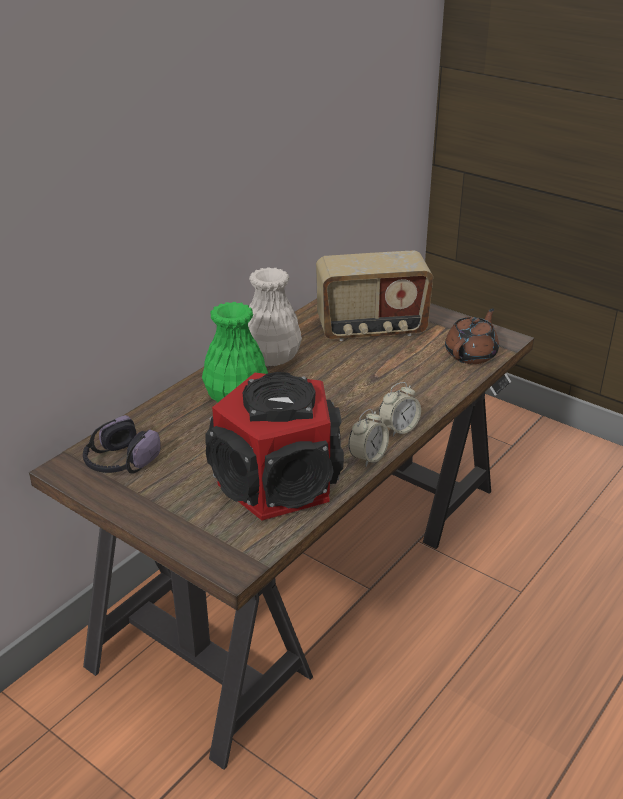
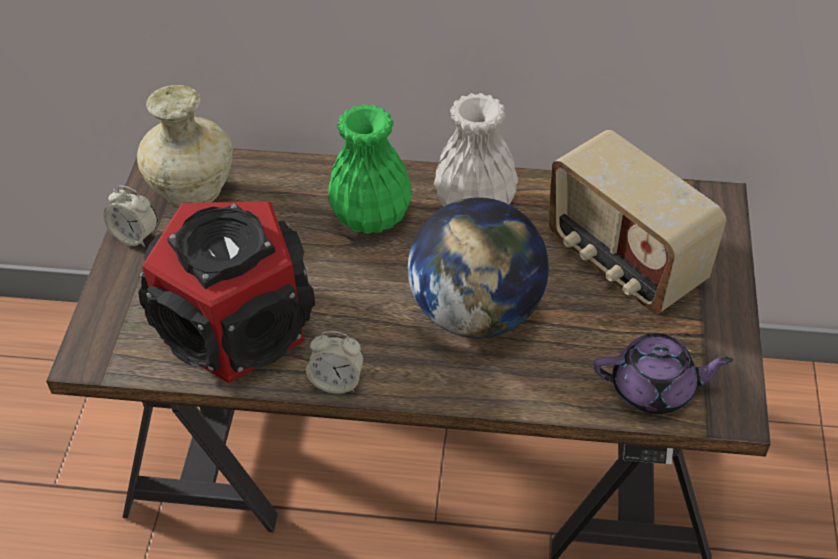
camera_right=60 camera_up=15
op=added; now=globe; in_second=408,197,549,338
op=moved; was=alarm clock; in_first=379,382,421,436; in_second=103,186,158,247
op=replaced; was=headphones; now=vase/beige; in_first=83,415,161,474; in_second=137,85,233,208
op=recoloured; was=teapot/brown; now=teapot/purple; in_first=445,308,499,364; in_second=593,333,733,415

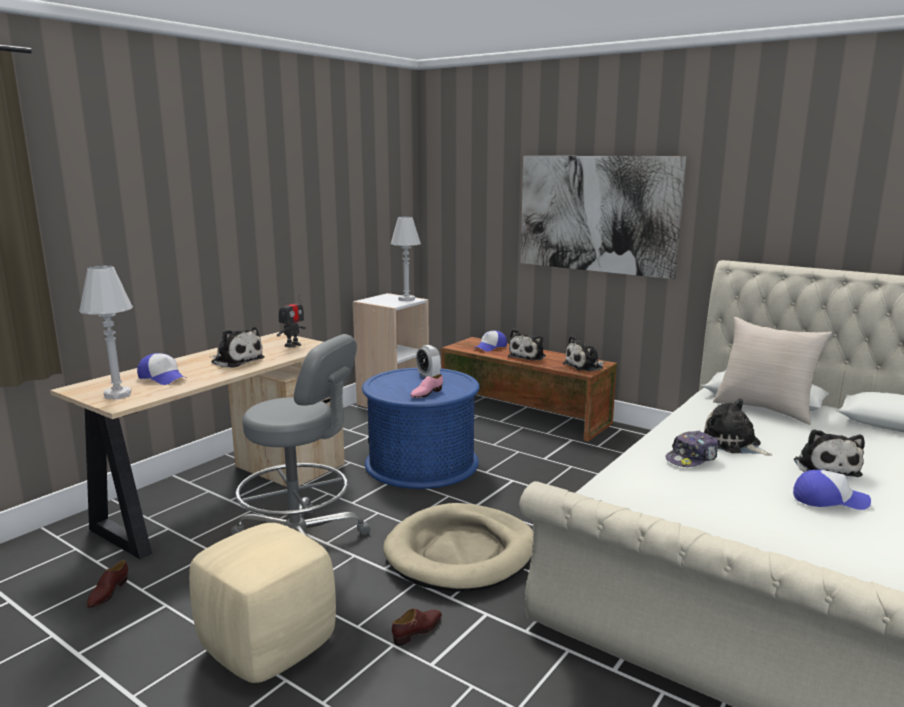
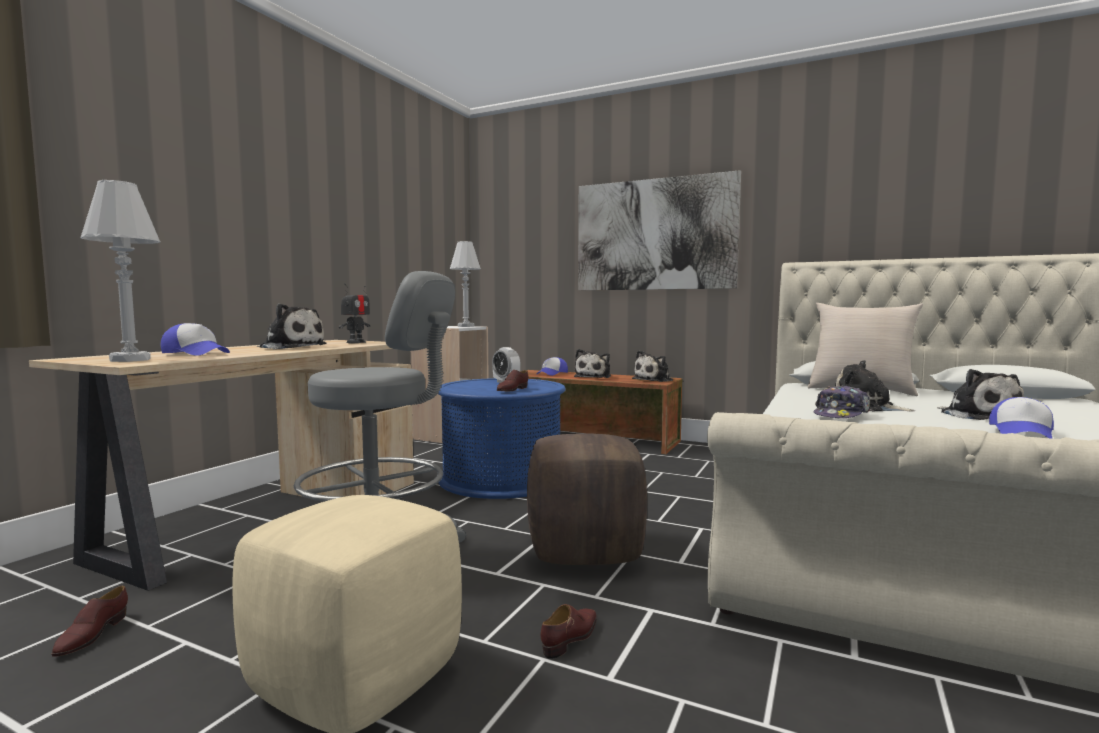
camera_right=-10 camera_up=-10
op=replaced; was=dog bed/beige; now=ottoman/brown; in_first=383,503,533,592; in_second=527,433,647,565
op=recoloured; was=shoe/pink; now=shoe/brown; in_first=411,374,443,398; in_second=497,370,529,391
op=turned; was=cap; in_first=793,470,871,510; in_second=989,397,1054,439; clockwise=120

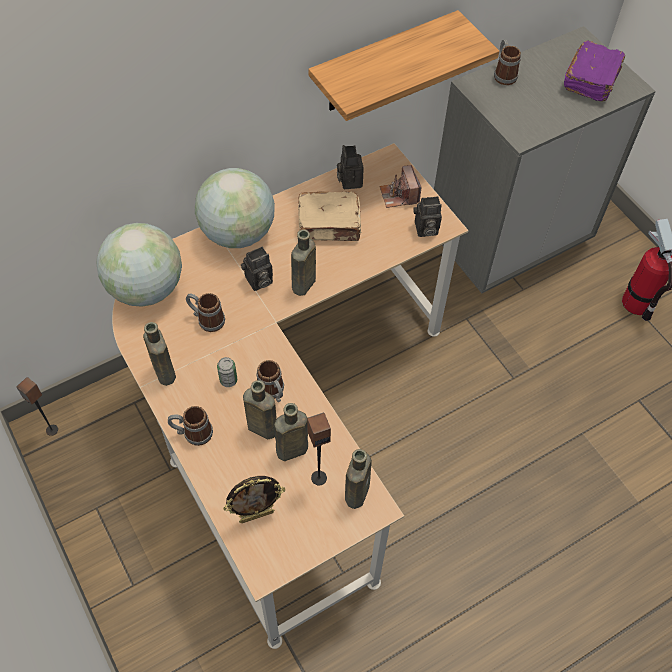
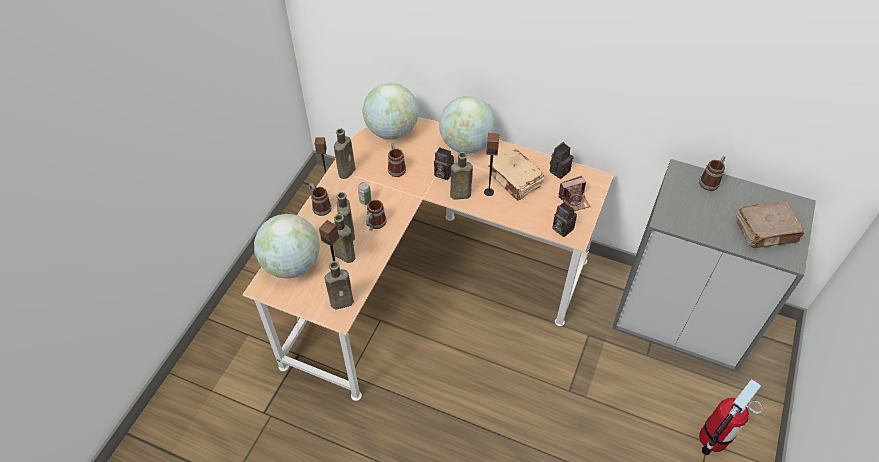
camera_right=55 camera_up=-5
op=removed; was=shelf; in_first=309,10,499,121
op=added; now=speaker; in_second=484,133,499,196
op=replaced; was=picture frame; now=globe; in_first=223,476,285,523; in_second=254,214,320,279
op=recoloured; was=book/purple; now=book/brown; in_first=564,41,625,101; in_second=736,201,804,248
op=turned; was=photo camera; in_first=380,165,421,208; in_second=559,176,591,211; clockwise=-150

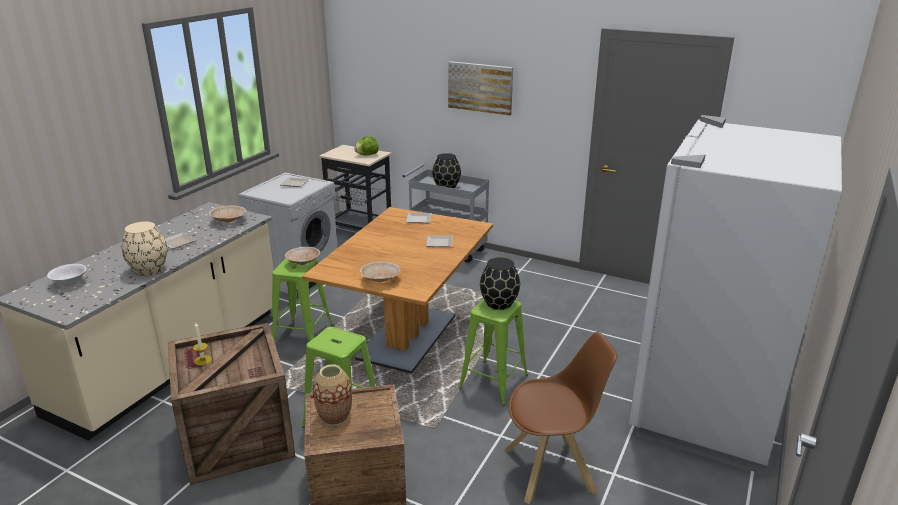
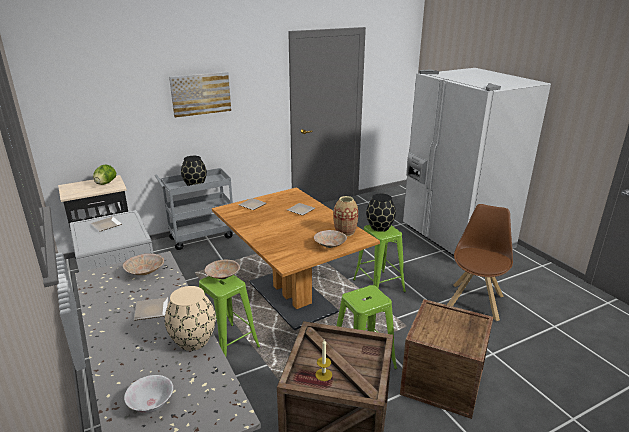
camera_right=-55 camera_up=0
op=moved; was=vase; in_first=313,364,352,425; in_second=333,196,358,236

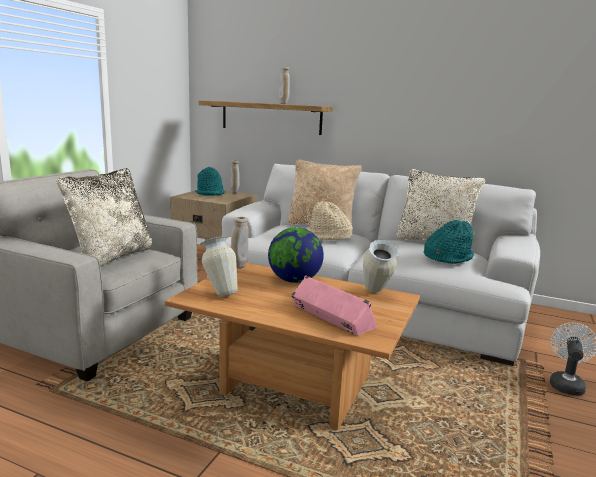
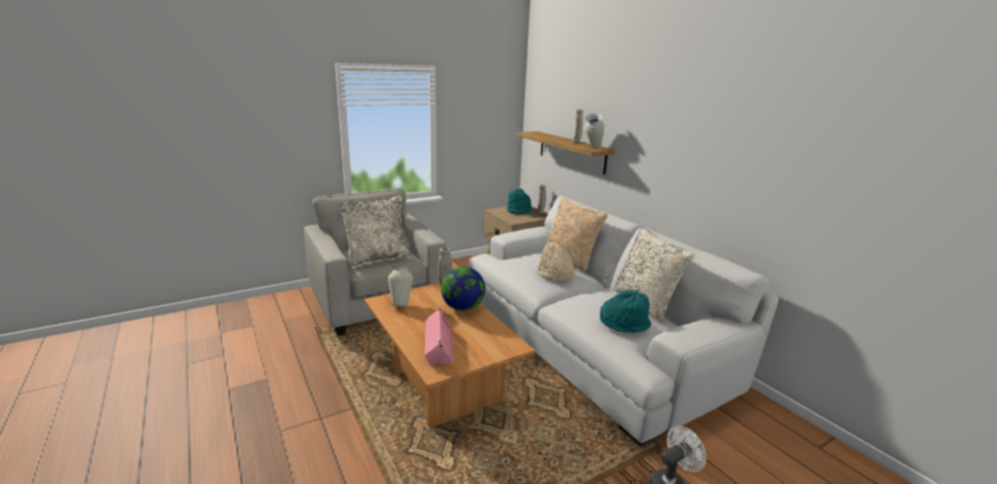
camera_right=35 camera_up=5
op=moved; was=vase; in_first=363,240,398,293; in_second=584,113,605,148

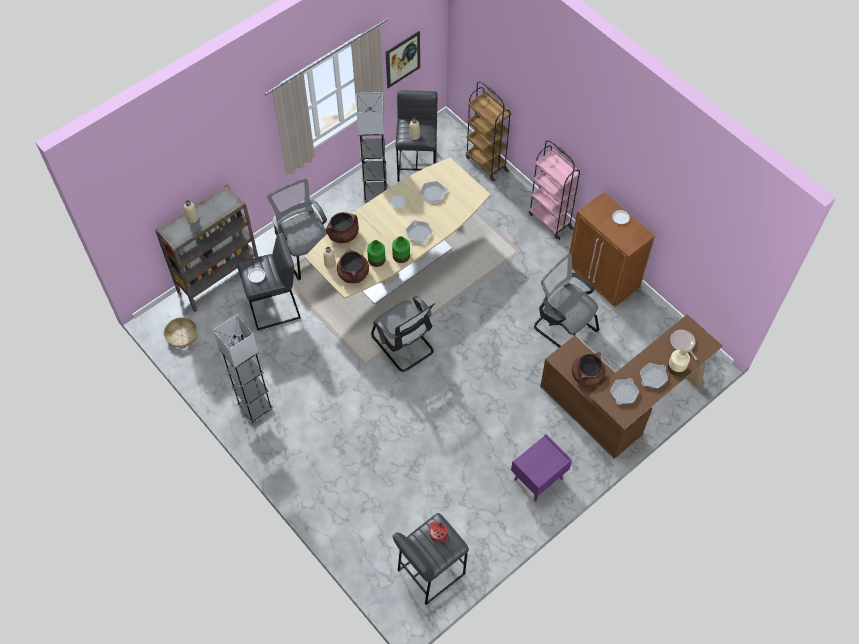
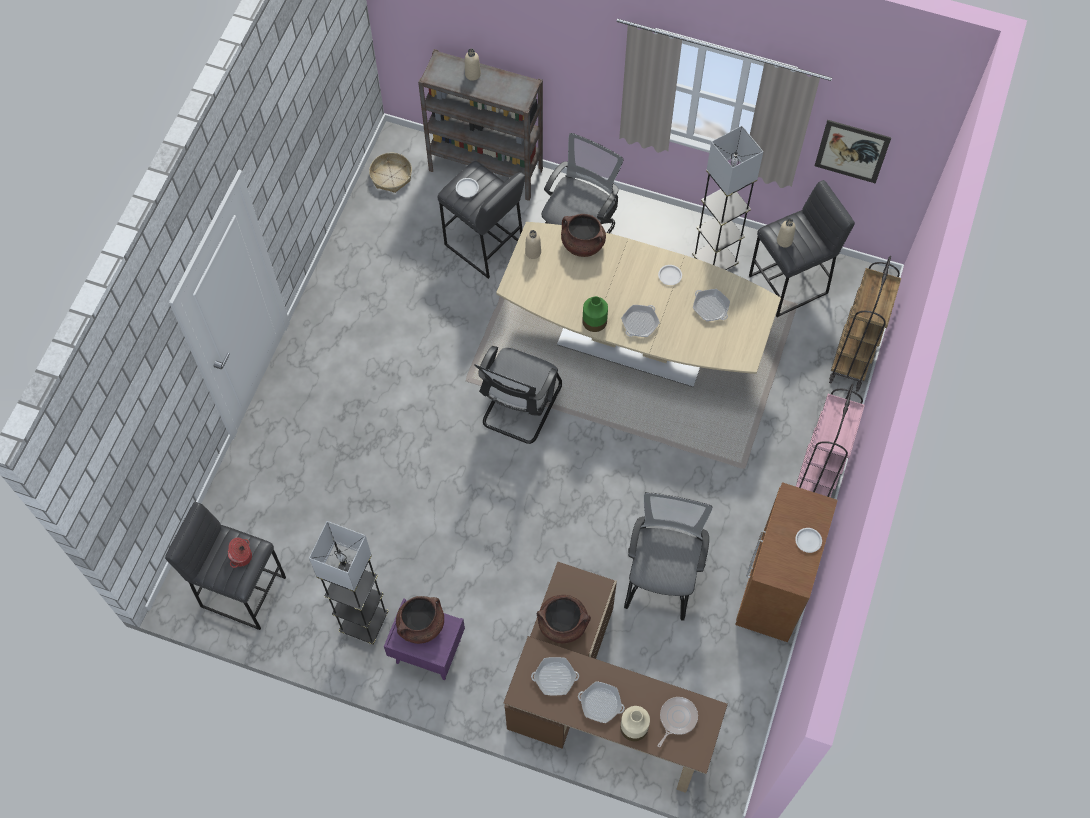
camera_right=60 camera_up=5
op=removed; was=vase/green; in_first=367,240,386,267
op=moved; was=floor lamp/grey; in_first=213,314,273,423; in_second=309,521,388,645
op=moved; was=cooking pot/brown; in_first=337,249,369,283; in_second=396,596,444,644

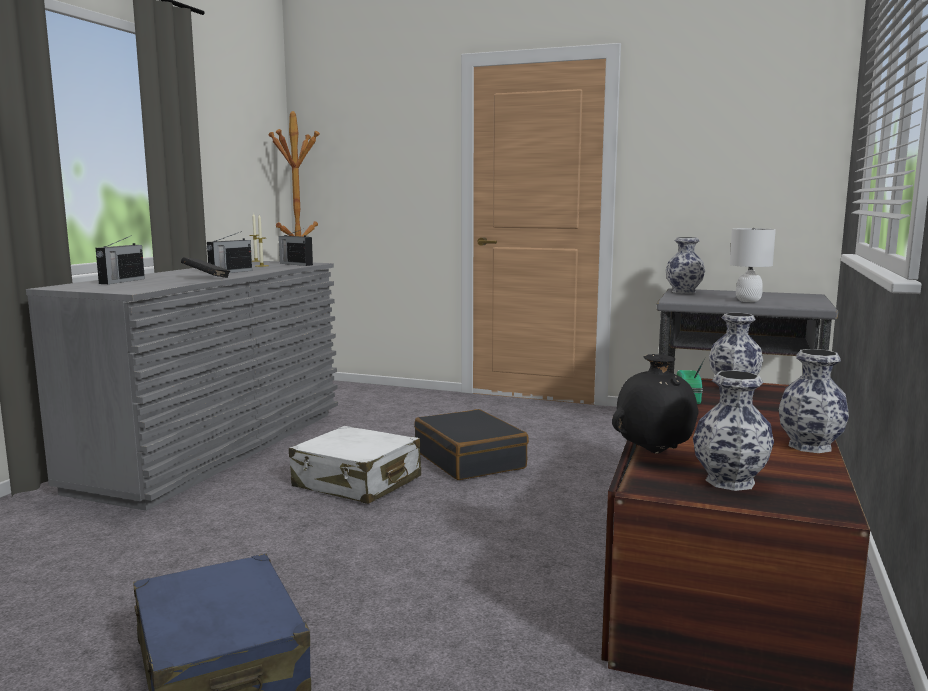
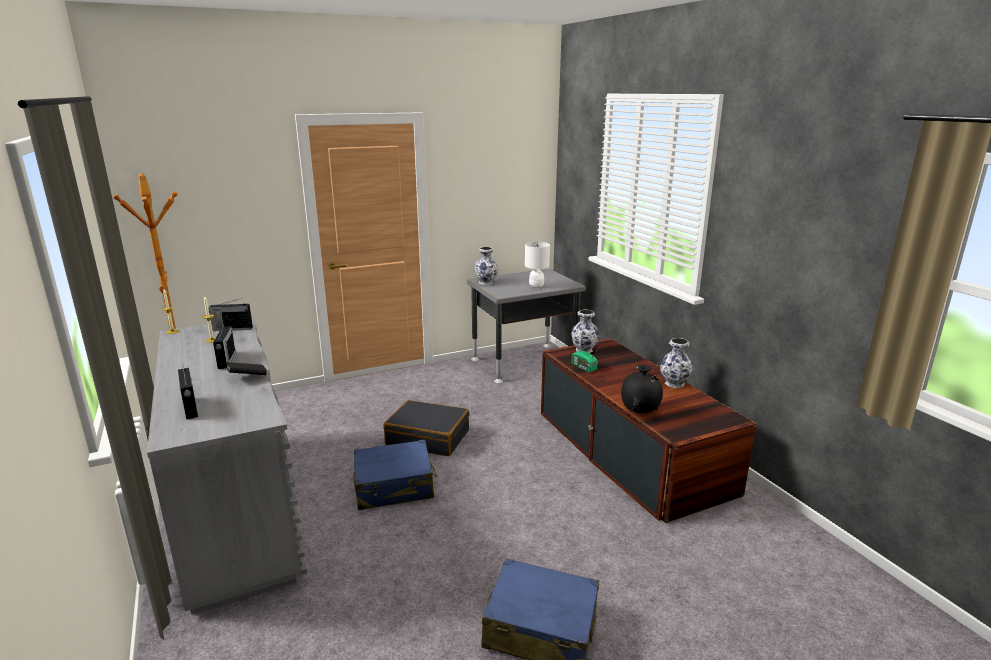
camera_right=-45 camera_up=10
op=removed; was=vase; in_first=693,370,774,491
op=recoloured; was=suitcase/white; now=suitcase/blue; in_first=289,426,421,504; in_second=354,440,437,510

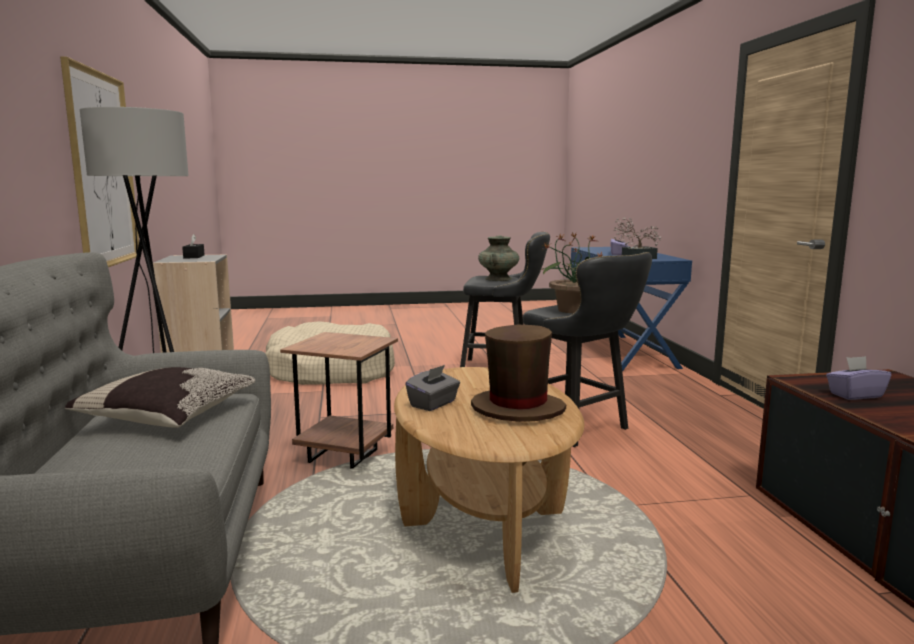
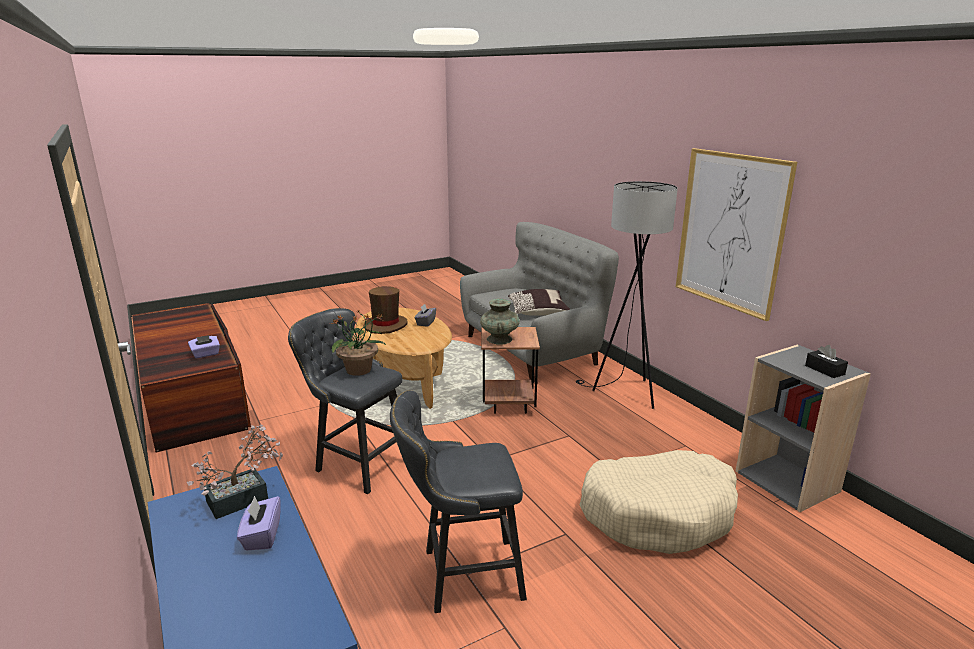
camera_right=160 camera_up=10
op=moved; was=vase/turquoise; in_first=478,235,519,281; in_second=480,299,520,345

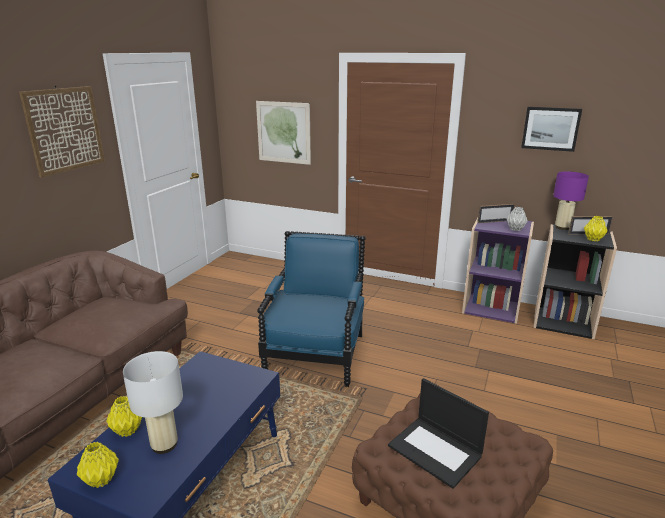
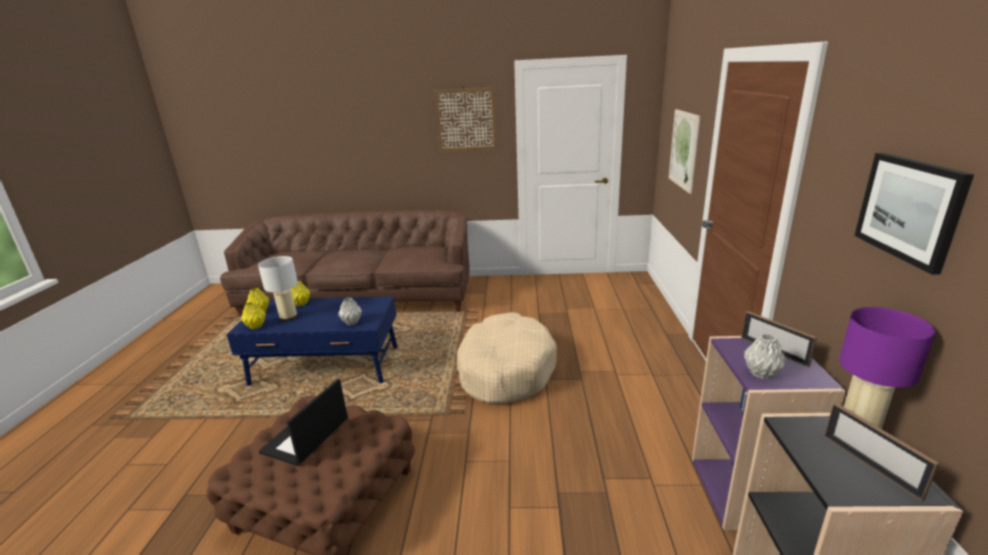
camera_right=70 camera_up=0
op=added; now=vase/grey; in_second=338,298,362,325
op=moved; was=vase/yellow; in_first=584,216,607,241; in_second=241,302,266,329
op=replaced; was=armchair/blue; now=dog bed/beige; in_first=257,231,366,387; in_second=457,312,557,405

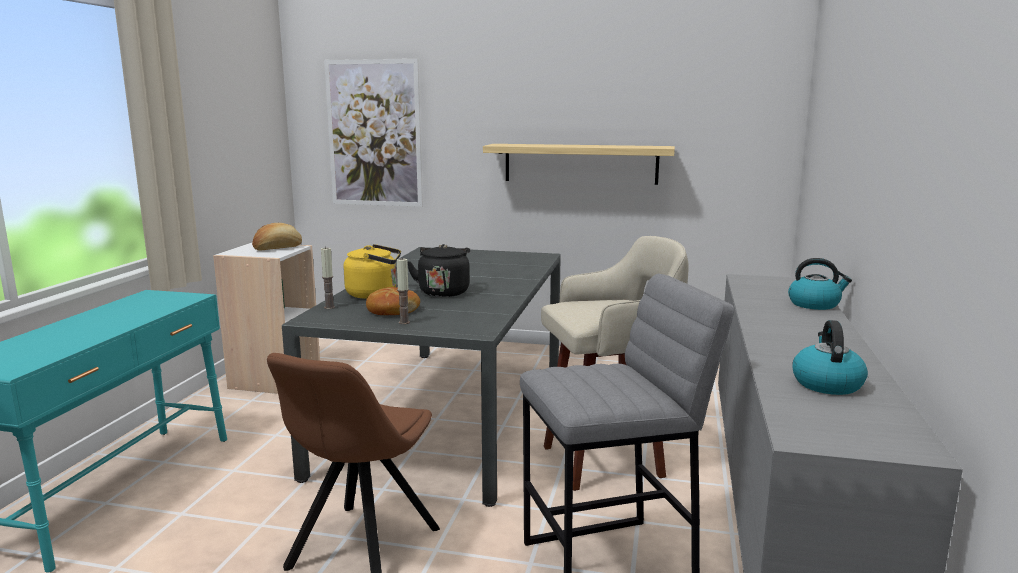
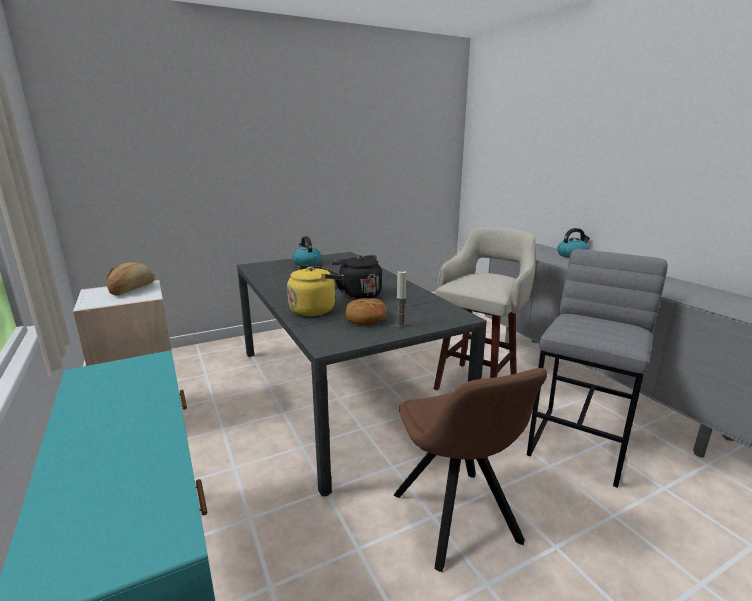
camera_right=-40 camera_up=5
op=removed; was=candle; in_first=321,247,335,309
op=removed; was=picture; in_first=324,59,423,207
op=removed; was=shelf; in_first=483,144,675,185
op=moved; was=kettle; in_first=793,320,868,395; in_second=293,236,322,266

